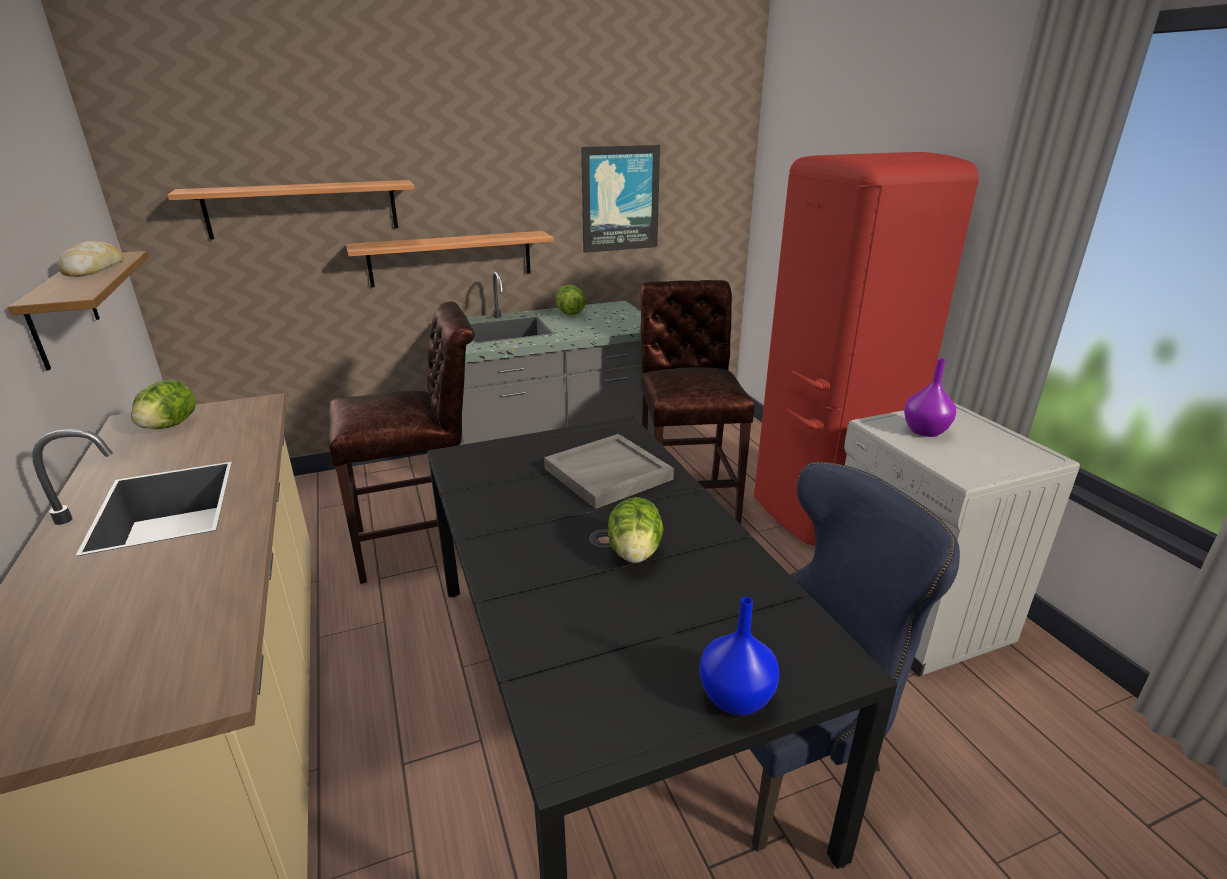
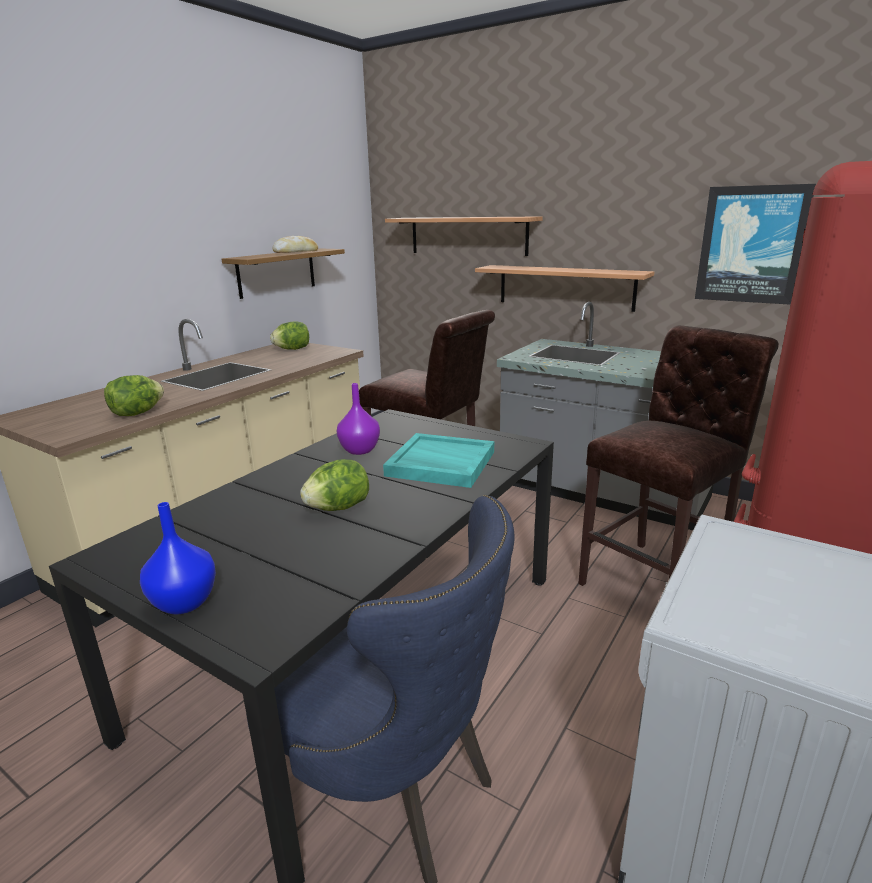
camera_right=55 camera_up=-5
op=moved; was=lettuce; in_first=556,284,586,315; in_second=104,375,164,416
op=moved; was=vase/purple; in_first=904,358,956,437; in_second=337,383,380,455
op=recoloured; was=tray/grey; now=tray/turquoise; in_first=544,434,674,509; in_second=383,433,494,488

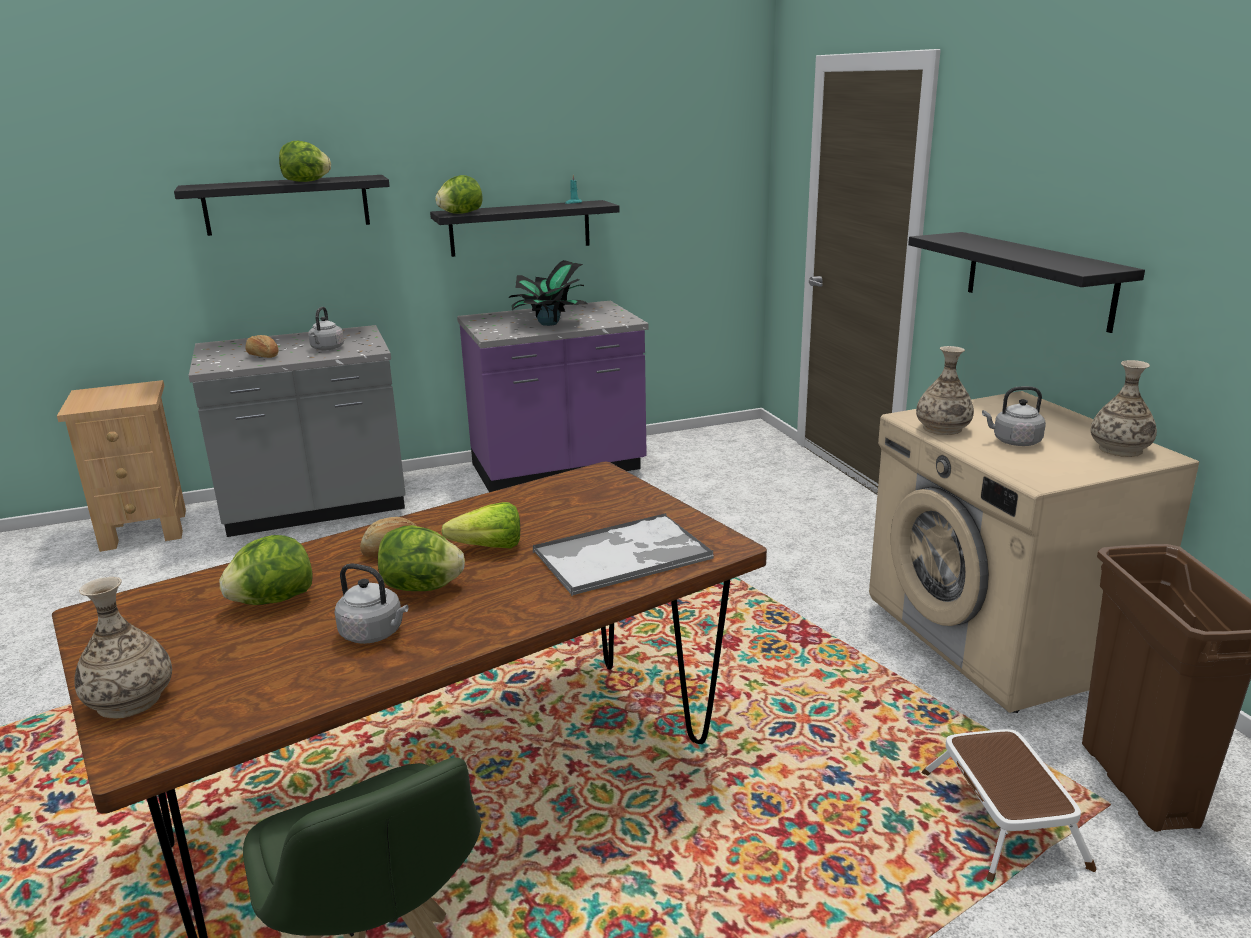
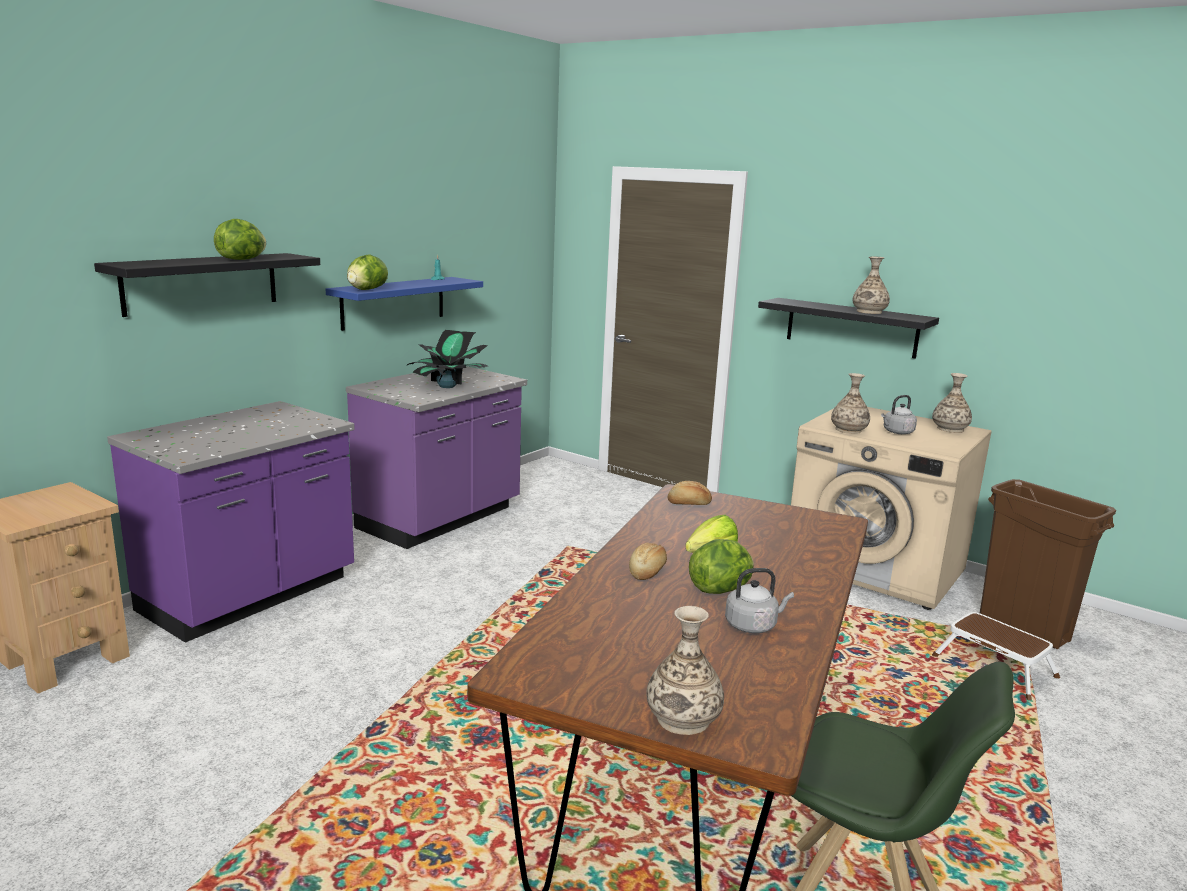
camera_right=-35 camera_up=-5
op=removed; was=lettuce; in_first=220,535,313,605
op=removed; was=kettle/grey; in_first=308,307,344,351
op=removed; was=tray; in_first=533,513,714,596
op=added; now=vase; in_second=853,257,890,314
op=moved; was=bread; in_first=246,335,279,358; in_second=668,481,712,505
op=recoloured; was=counter/grey; now=counter/purple; in_first=188,325,406,537; in_second=107,401,355,643
op=recoloured; was=shelf/black; now=shelf/blue; in_first=430,200,620,257; in_second=326,277,483,331

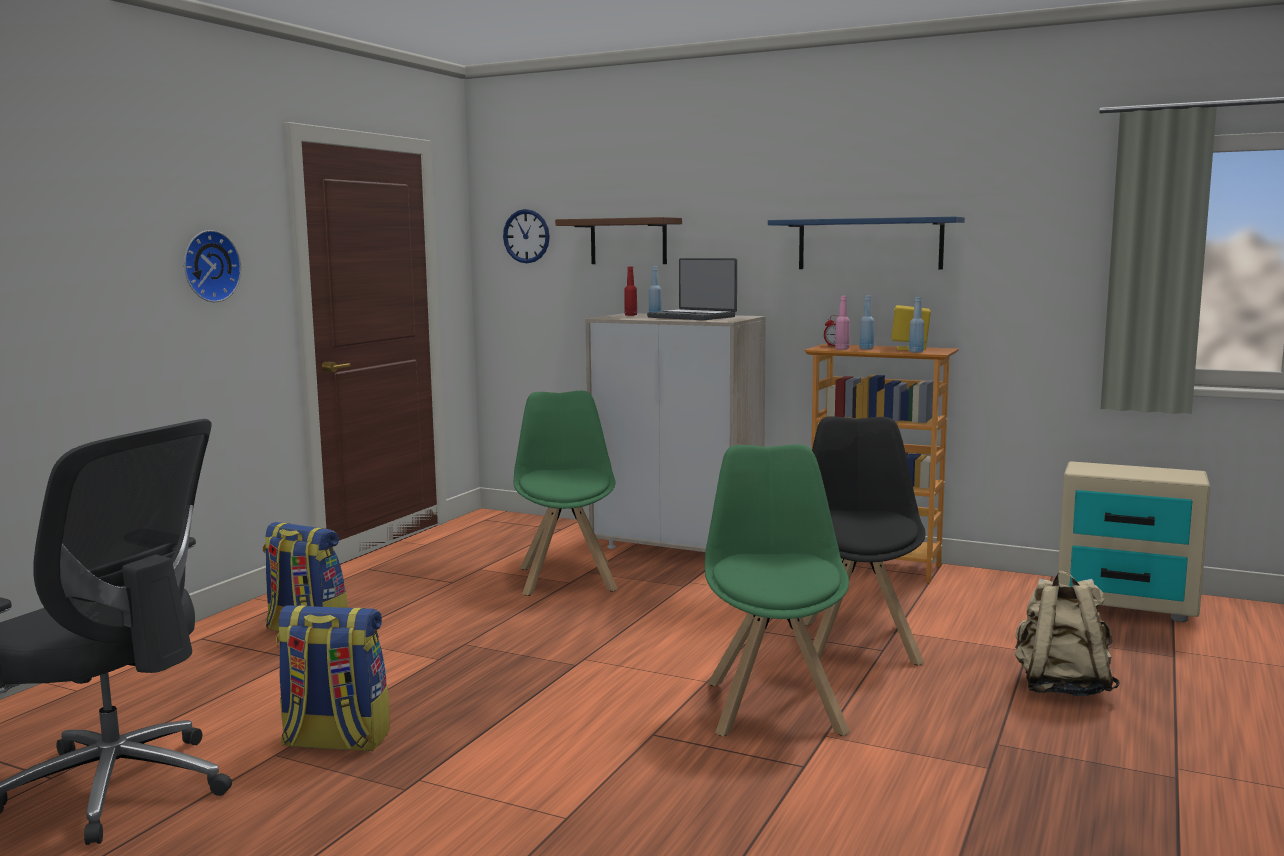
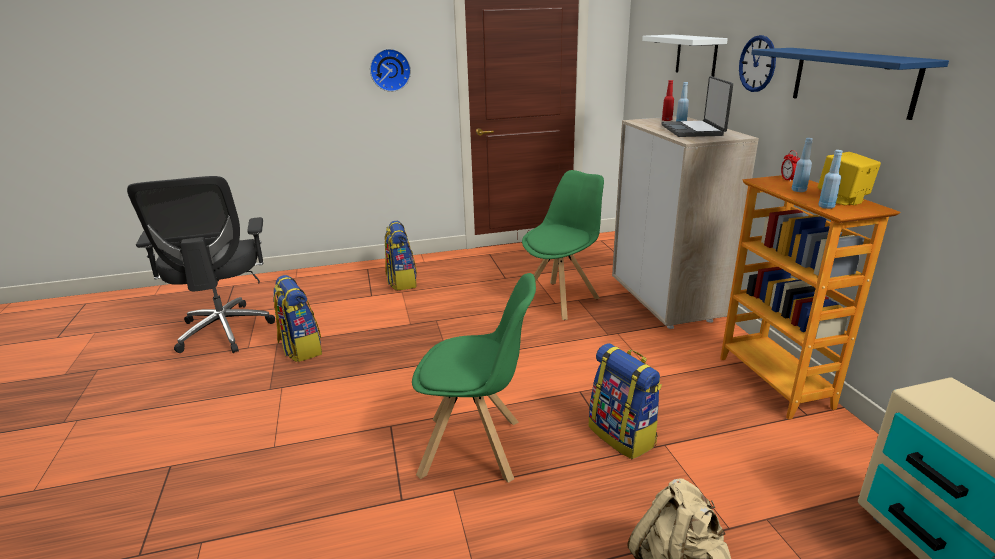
camera_right=50 camera_up=15
op=removed; was=bottle/pink; in_first=835,296,850,350
op=moved; was=wall clock; in_first=503,209,550,263; in_second=739,35,776,92
op=replaced; was=chair/black; now=backpack; in_first=803,417,926,665; in_second=588,343,662,459
op=recoloured; was=shelf/brown; now=shelf/white; in_first=555,217,682,264; in_second=642,35,728,77
op=turned; was=chair/green; in_first=705,444,850,737; in_second=412,273,536,483; clockwise=45

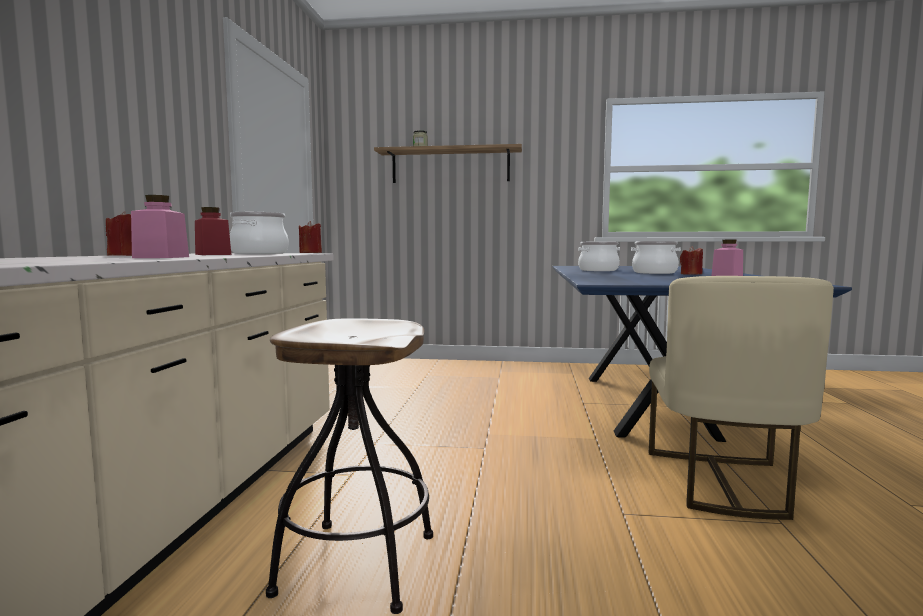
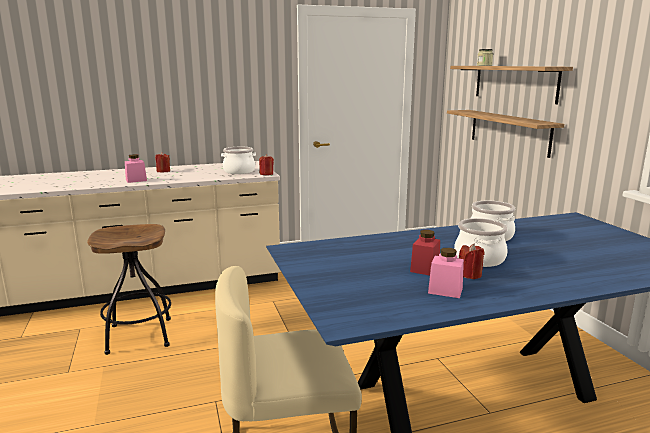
camera_right=65 camera_up=10
op=added; now=shelf; in_second=447,110,564,158
op=moved; was=jar/red; in_first=195,207,231,255; in_second=410,230,440,276

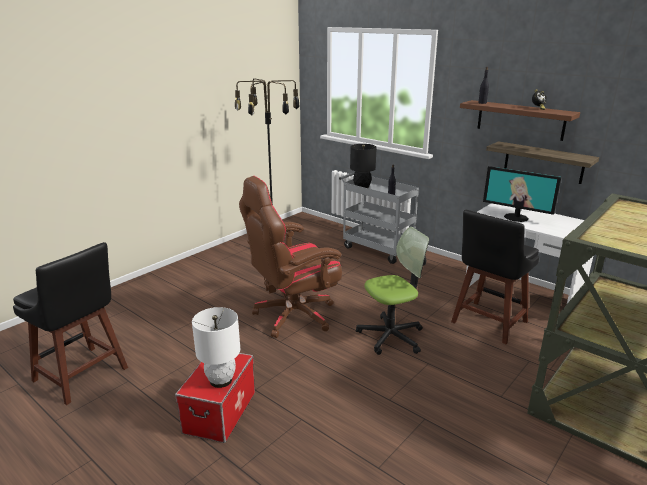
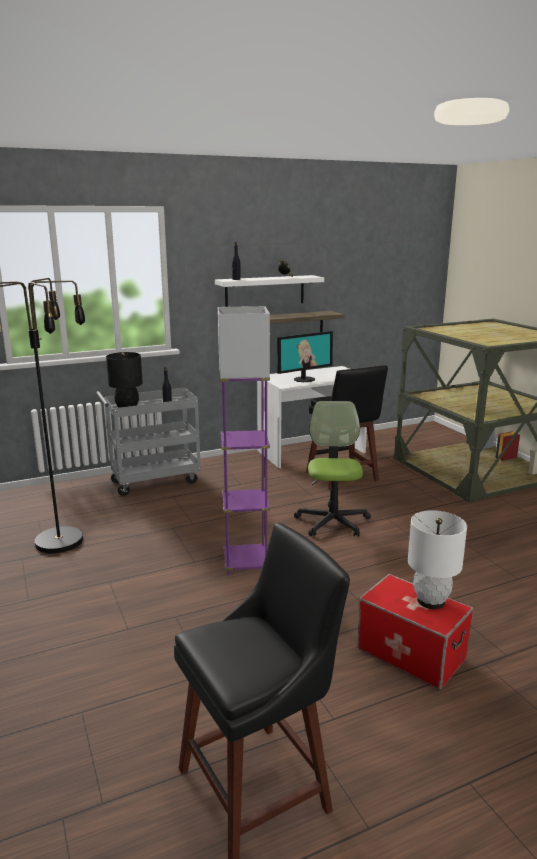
camera_right=-65 camera_up=-5
op=replaced; was=office chair/brown; now=floor lamp/purple; in_first=239,176,342,338; in_second=218,306,270,575
op=recoloured; was=shelf/brown; now=shelf/white; in_first=460,100,580,141; in_second=215,275,324,307

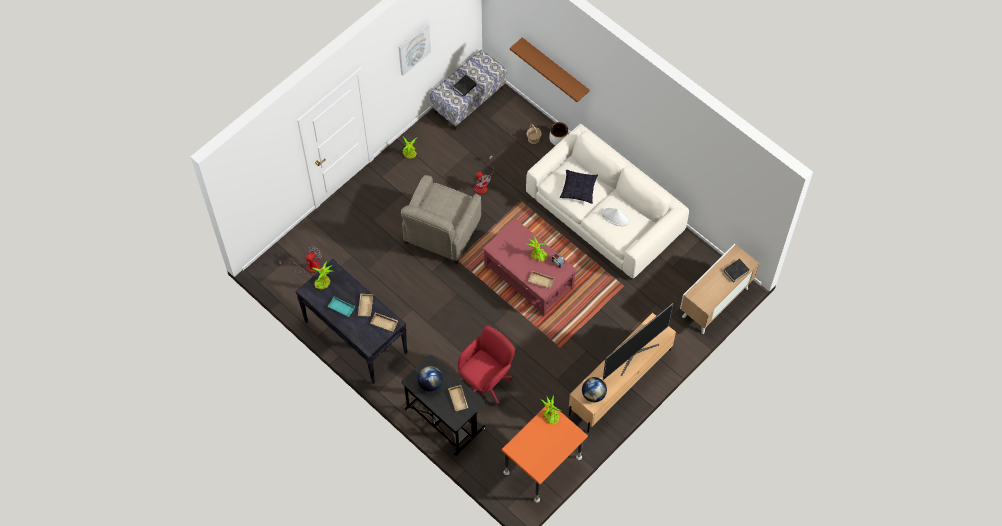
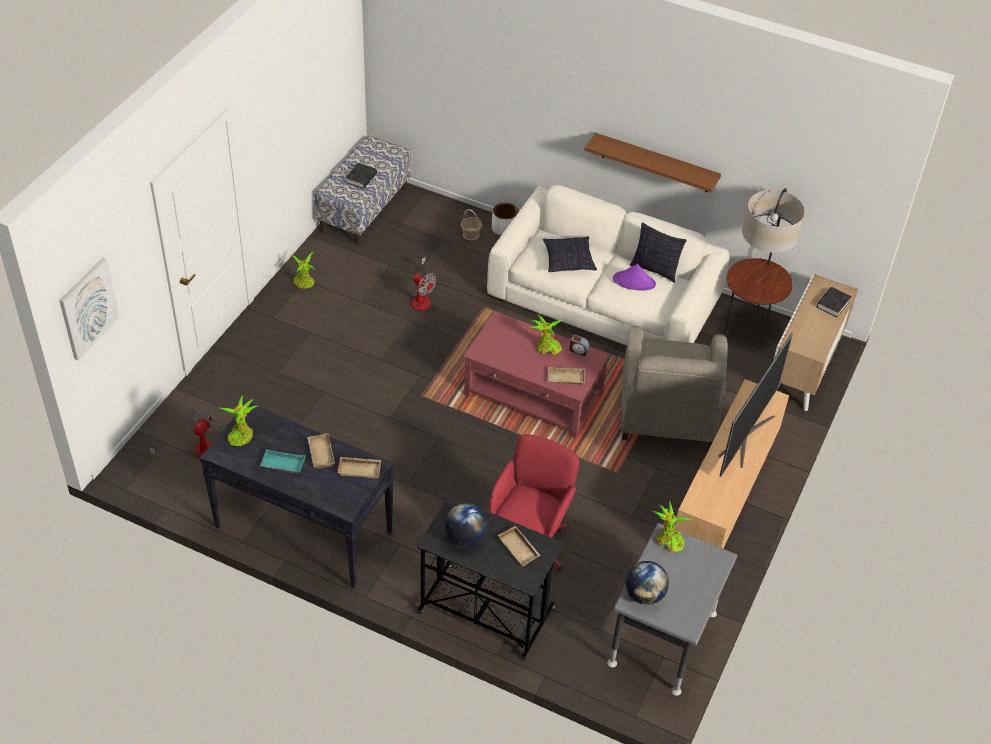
camera_right=-20 camera_up=-15
op=added; now=pillow; in_second=630,222,687,283
op=added; now=floor lamp; in_second=723,188,805,347
op=moved; was=picture; in_first=399,23,431,76; in_second=59,258,120,360
op=moved; was=armchair/beige; in_first=401,175,481,264; in_second=621,326,728,449
op=moved; was=shelf/brown; in_first=510,37,590,102; in_second=585,133,721,192
op=moved; was=globe; in_first=582,377,607,402; in_second=625,561,669,605
op=recoloured; was=desk/orange; now=desk/grey; in_first=501,406,588,503; in_second=607,523,737,696
op=recoloured; was=hat/white; now=hat/purple; in_first=602,207,629,226; in_second=613,264,656,291

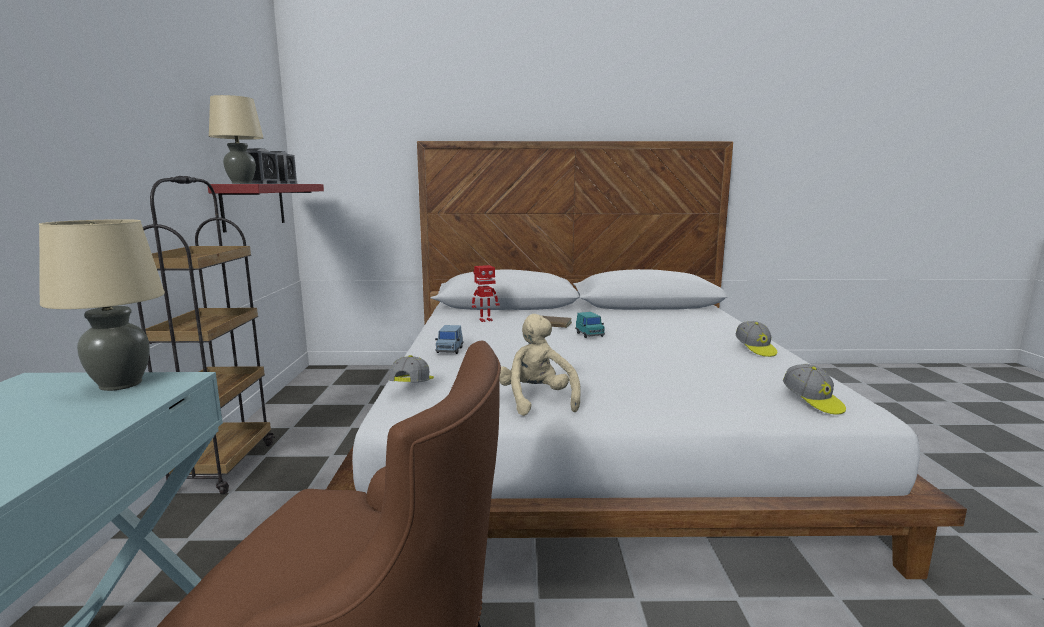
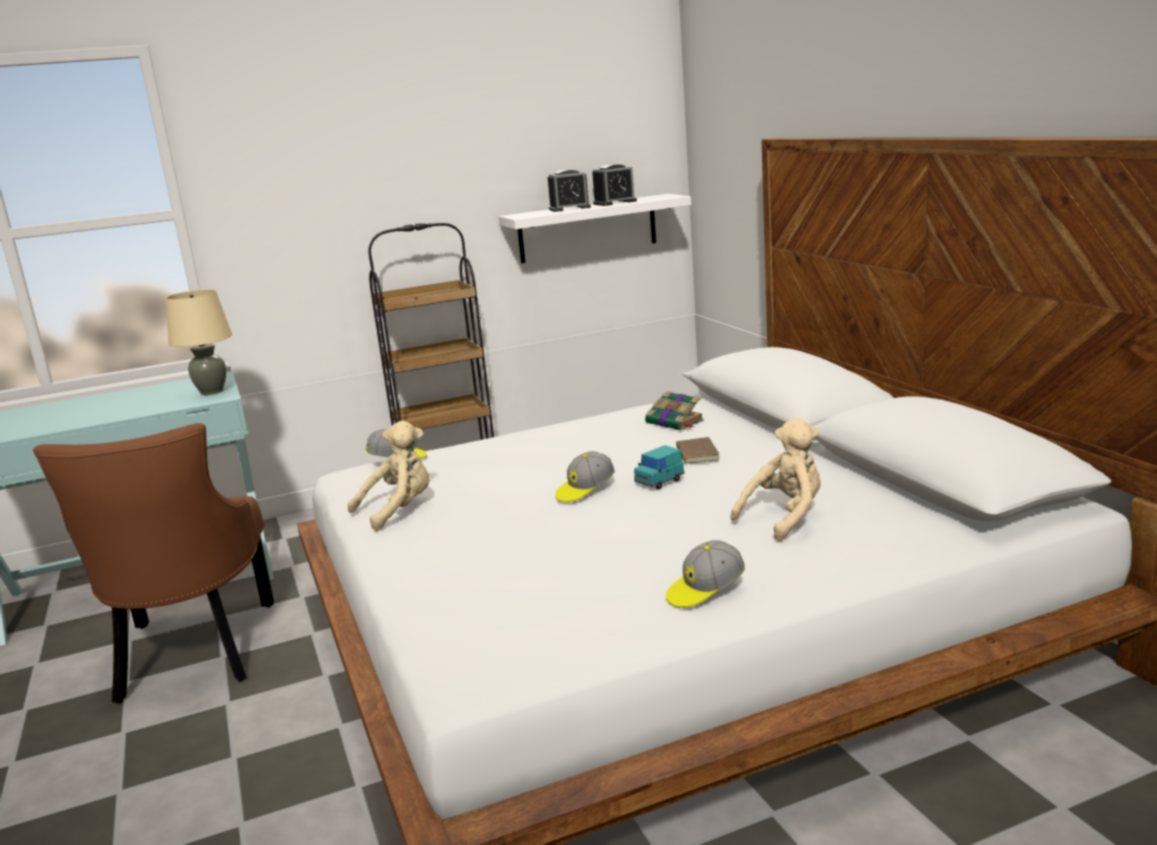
camera_right=70 camera_up=5
op=removed; was=table lamp/beige; in_first=209,95,264,184
op=removed; was=toy car/blue; in_first=435,325,463,354
op=added; now=plush toy/beige; in_second=730,418,821,541
op=moved; was=cap; in_first=783,364,846,415; in_second=555,451,615,502
op=replaced; was=toy robot; now=book; in_first=472,265,500,322; in_second=645,391,704,431
op=recoloured; was=shelf/red; now=shelf/white; in_first=208,184,324,233; in_second=498,194,691,263

